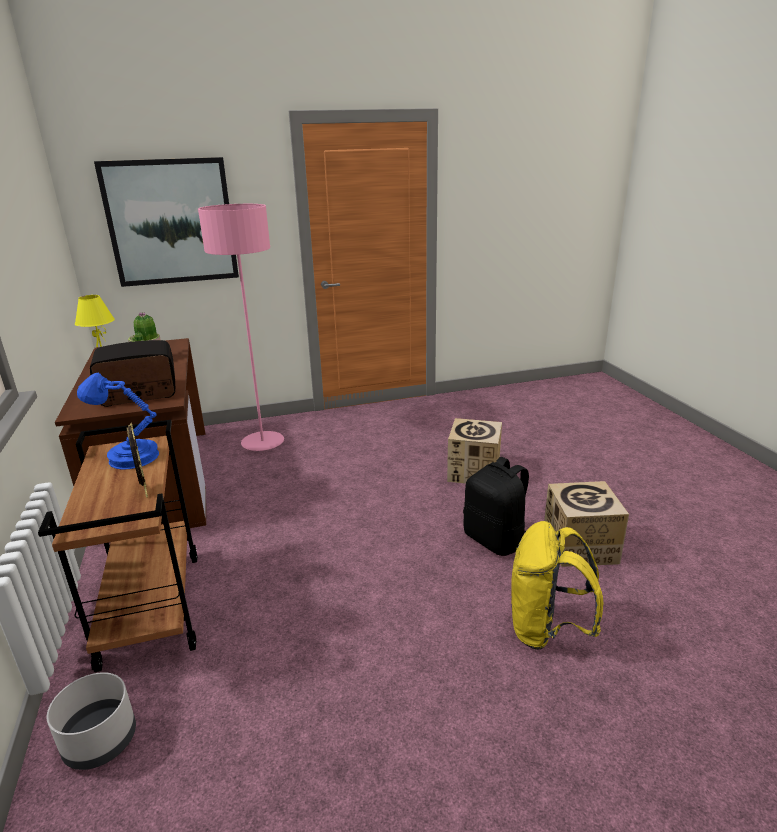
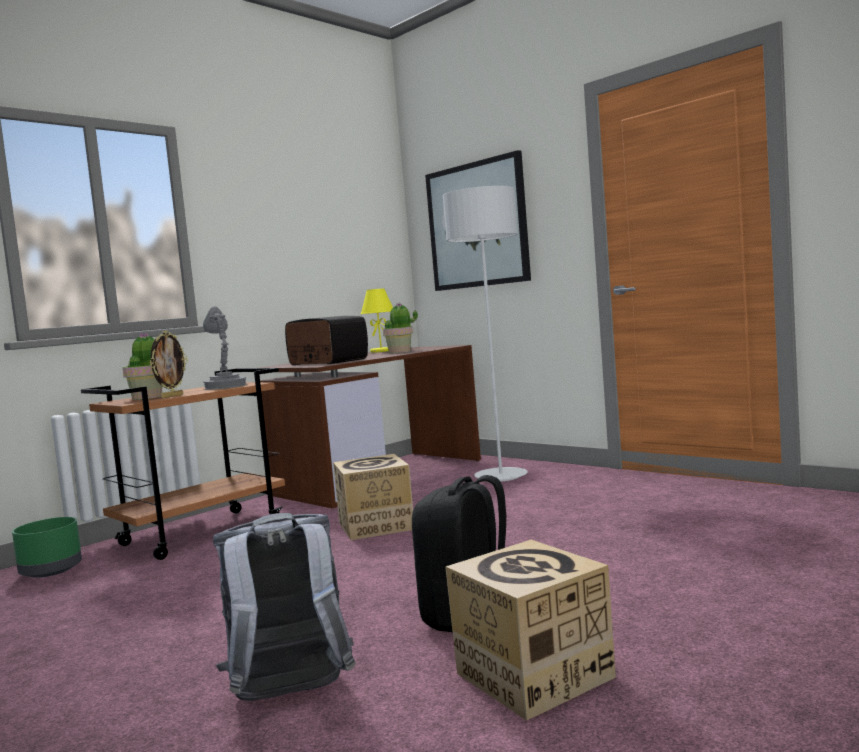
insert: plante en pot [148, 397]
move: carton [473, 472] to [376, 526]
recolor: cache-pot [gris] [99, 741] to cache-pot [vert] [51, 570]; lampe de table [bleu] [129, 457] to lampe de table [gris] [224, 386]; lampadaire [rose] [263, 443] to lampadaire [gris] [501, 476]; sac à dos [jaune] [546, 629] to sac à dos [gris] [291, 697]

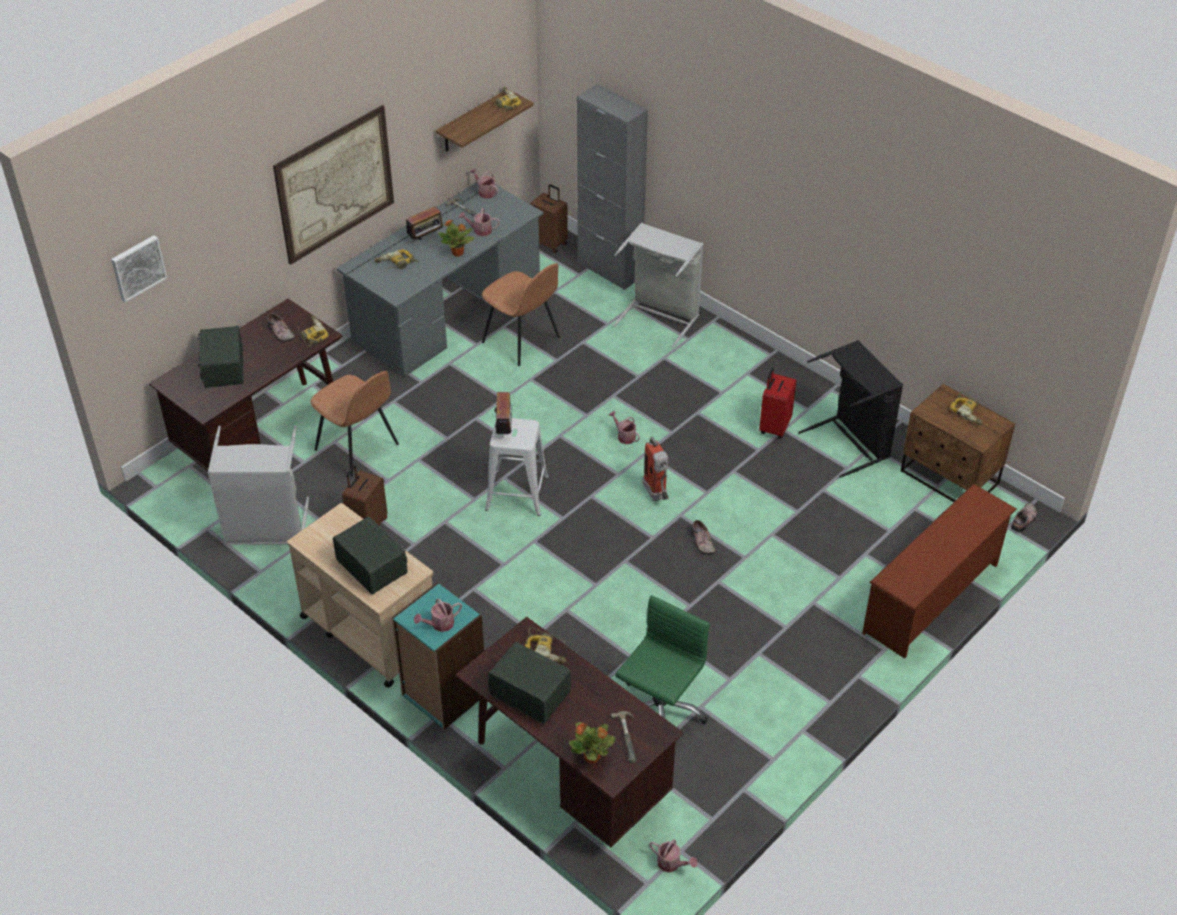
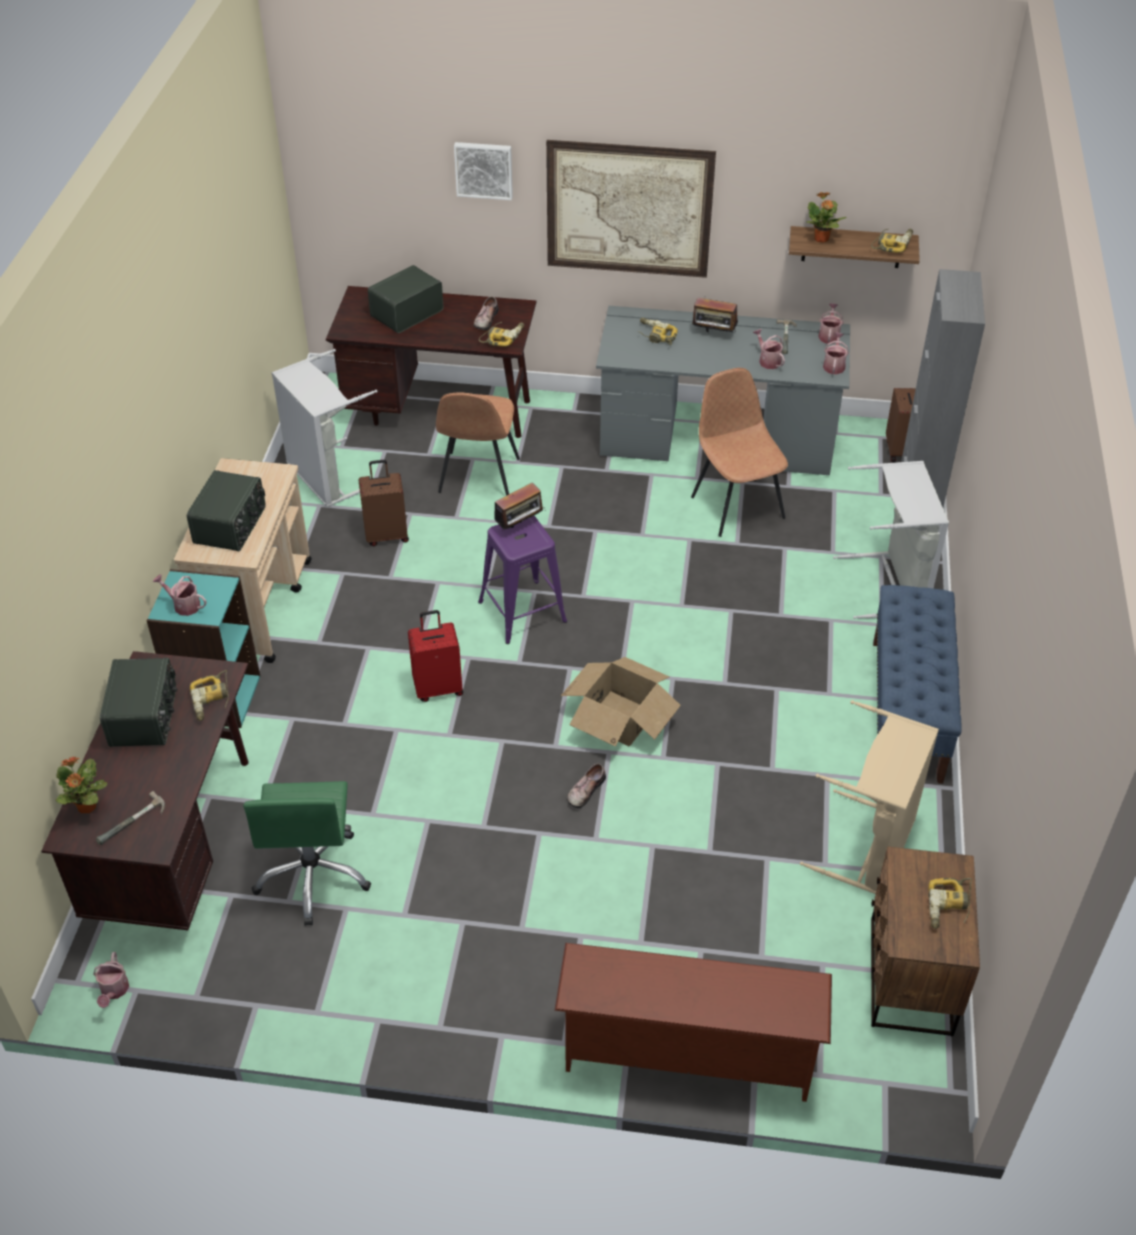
delete: chaussure [1024, 520]
insert: banc [bleu] [906, 710]
move: tableau [137, 267] to [484, 169]; plante en pot [458, 253] to [821, 239]; arrosoir [624, 436] to [834, 365]; valise [rouge] [774, 427] to [438, 687]
replace: extincteur [657, 495] to carton [619, 718]
recolor: tabouret [blanc] [517, 493] to tabouret [violet] [522, 611]; panier à linge [noir] [851, 442] to panier à linge [beige] [871, 848]
rotate: chaise [marron] [522, 341] = [736, 506] 150 degrees clockwise; chaise de bureau [vert] [659, 711] = [313, 875] 90 degrees clockwise

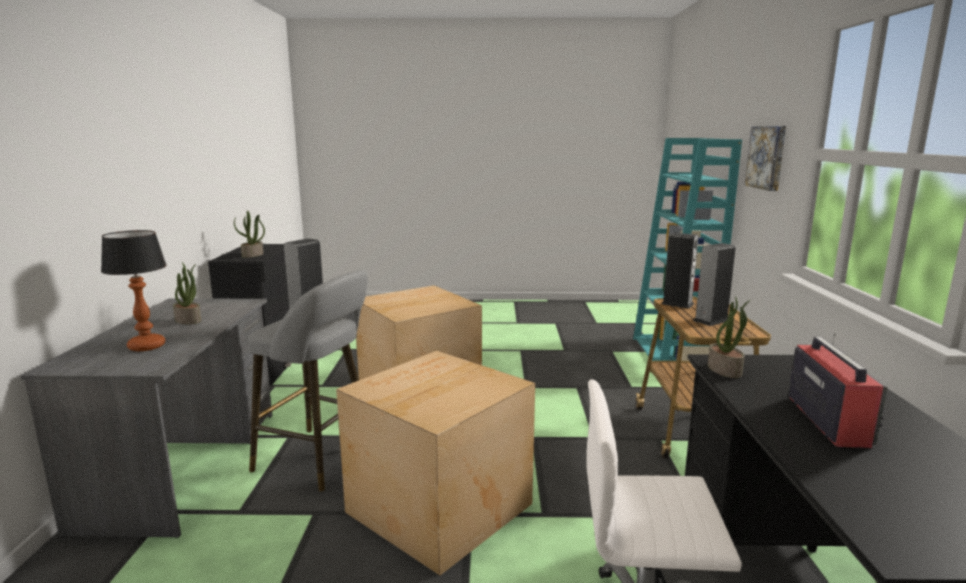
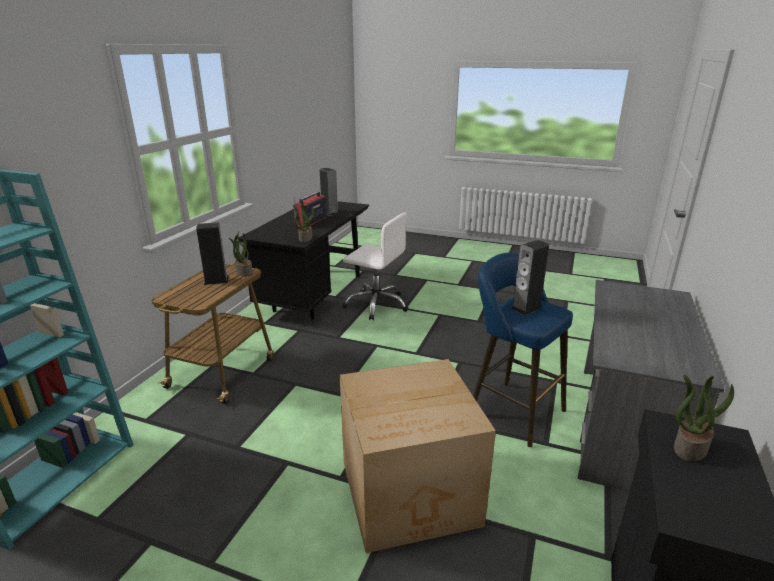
delete: lampe de table [146, 346]; carton [436, 508]; tableau [767, 157]
move: plante en pot [189, 320] to [244, 272]; enceinte [677, 304] to [330, 212]
recolor: tabouret [gris] [321, 459] to tabouret [bleu] [511, 410]

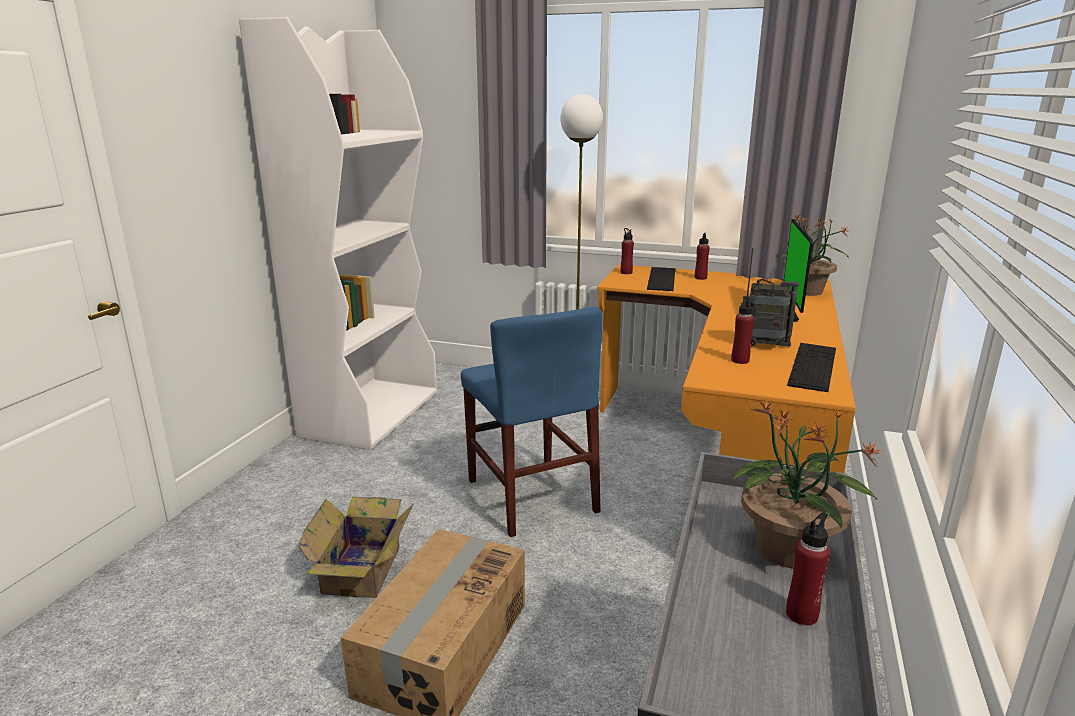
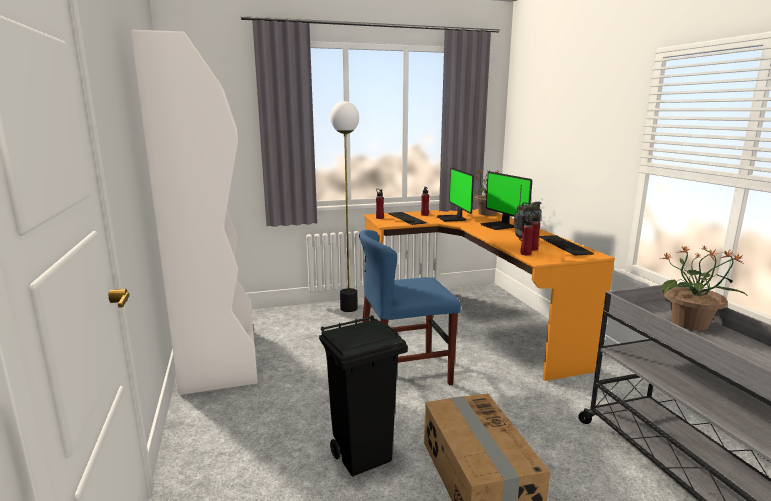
insert: écran d'ordinateur [452, 218]
move: bouteille [rouge] [802, 614] to [525, 254]
replace: carton [364, 567] to poubelle [noir] [363, 456]
rotate: chaise [bleu] [531, 495] = [404, 373] 135 degrees clockwise

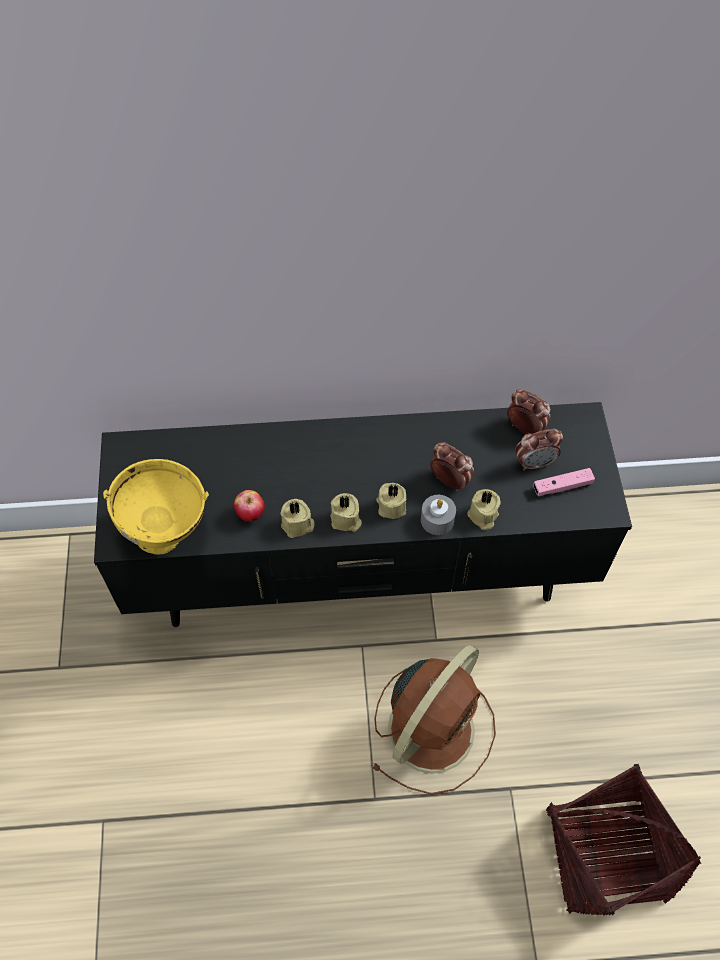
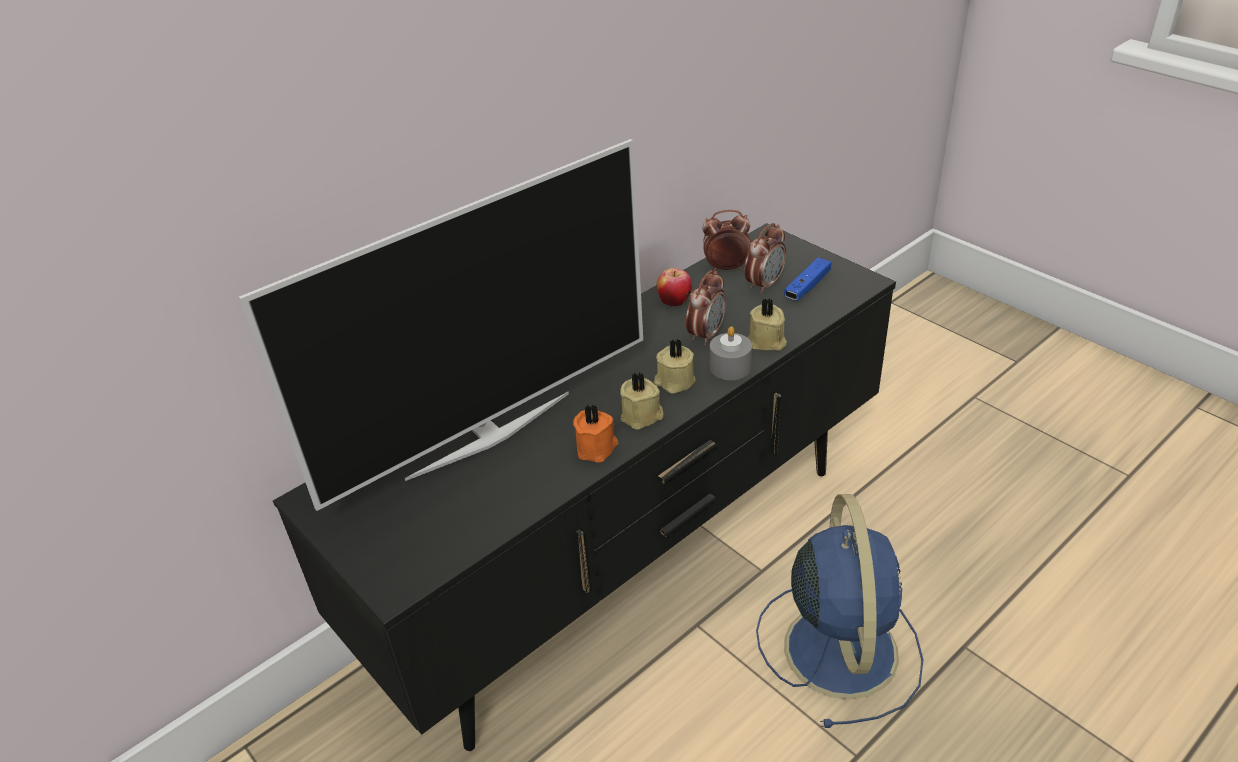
delete: bol [jaune] [169, 534]; panier [605, 854]
insert: téléviseur [488, 433]
move: pomme [251, 514] to [674, 302]
recolor: bougie [beige] [298, 525] to bougie [orange] [597, 448]; ventilateur [marron] [433, 726] to ventilateur [bleu] [839, 646]; manette [rose] [562, 486] to manette [bleu] [807, 287]
rotate: réveil [449, 480] = [706, 334] 120 degrees clockwise

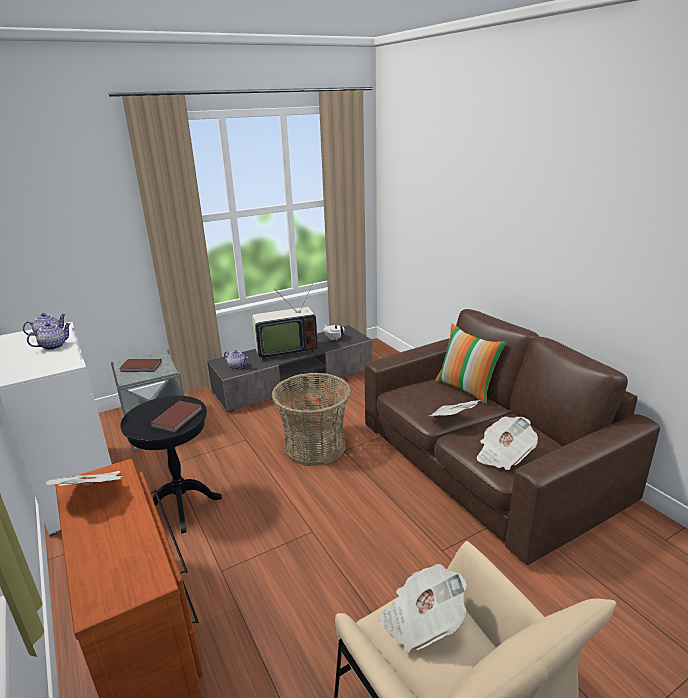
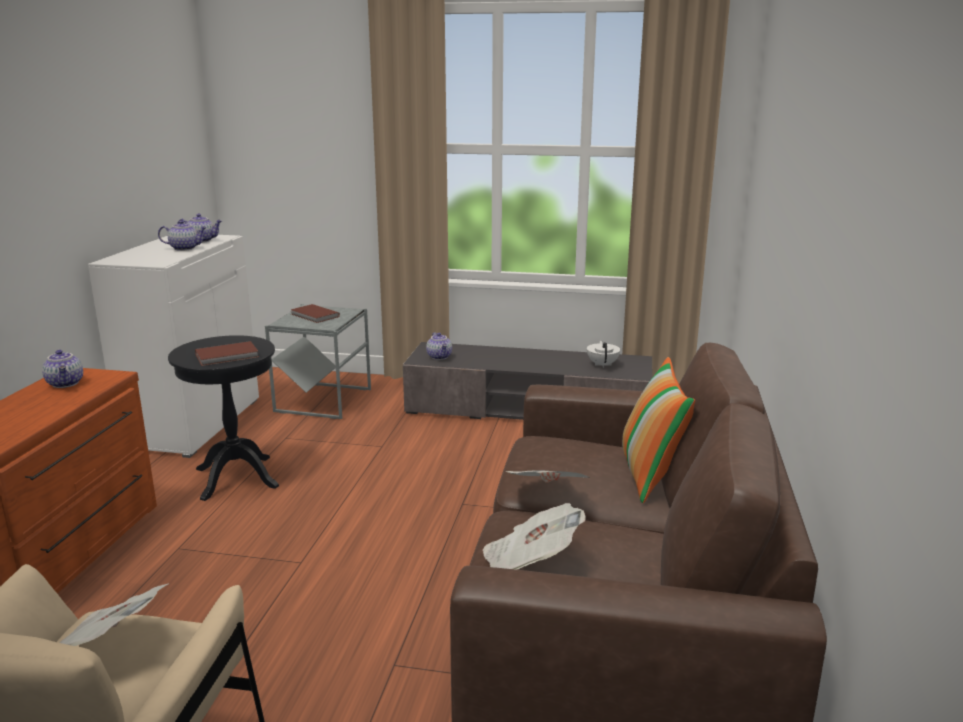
delete: téléviseur [284, 350]; panier [314, 447]
replace: journal [93, 493] to théière [66, 383]

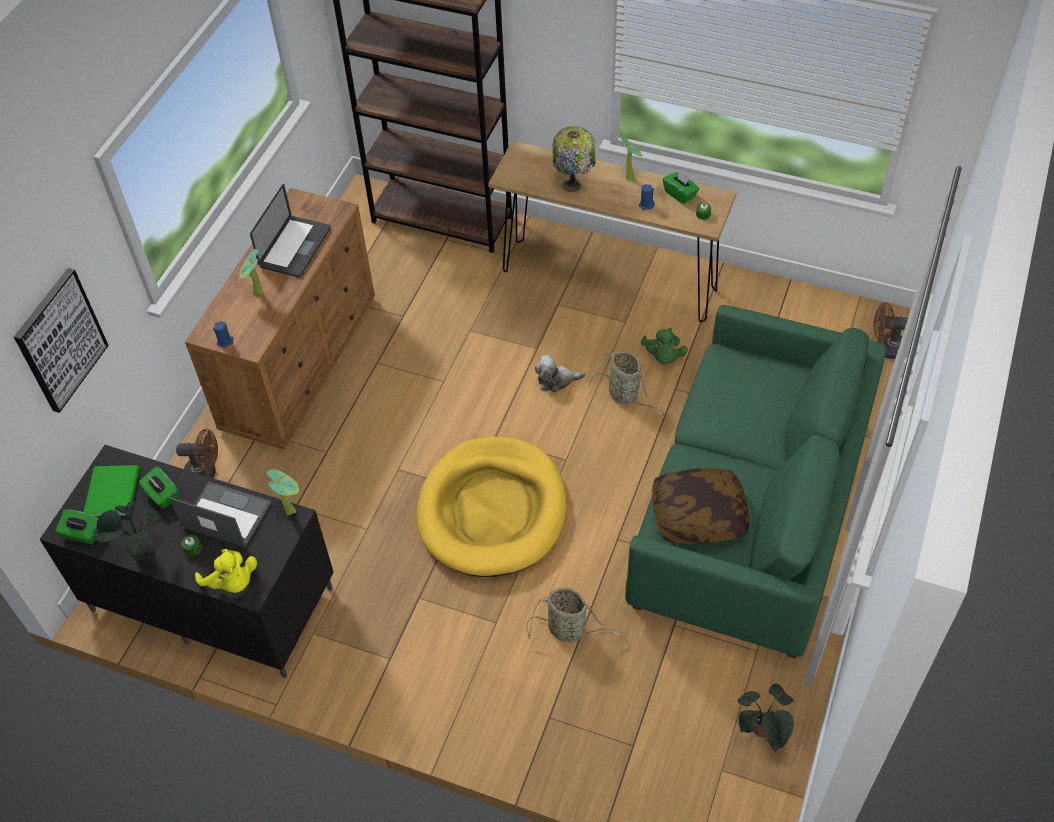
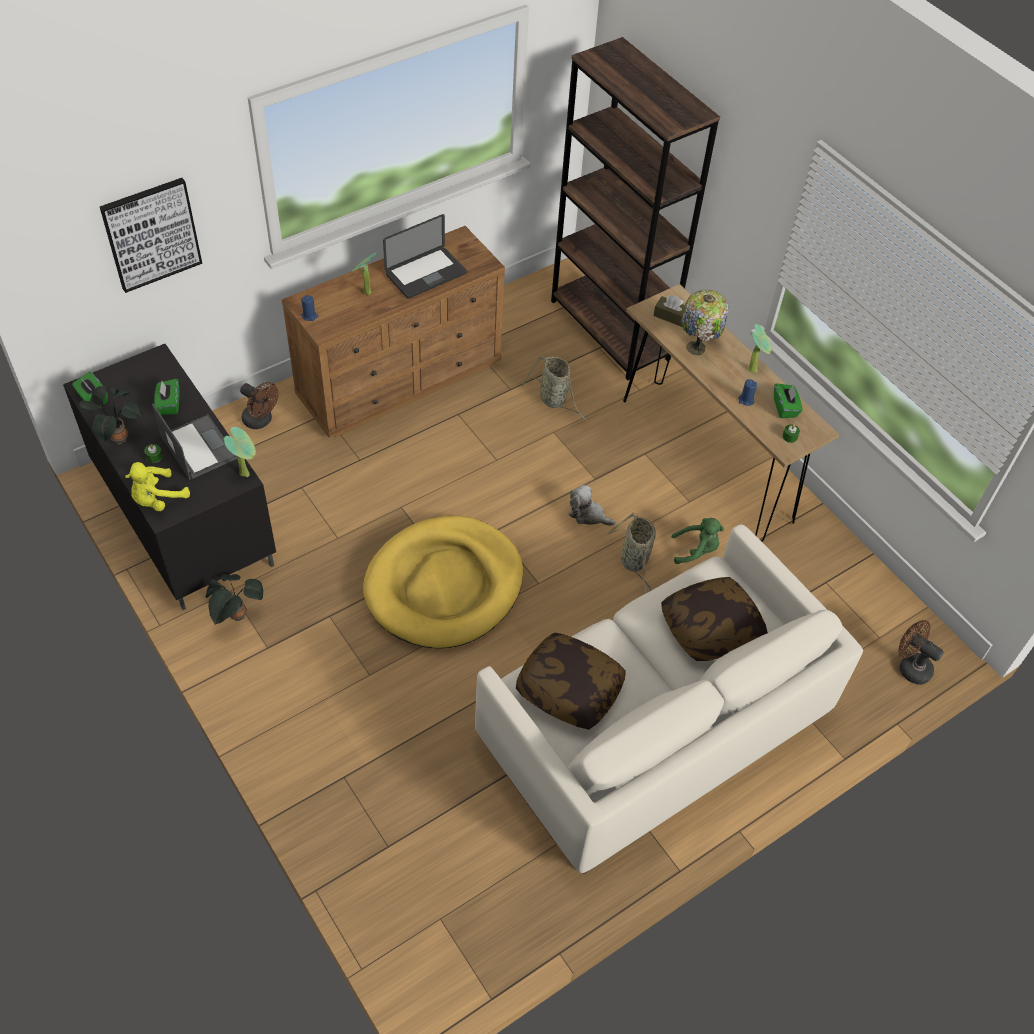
delete: livre [vert] [114, 490]
insert: boîte à mouchoirs [marron] [670, 316]; coussin [710, 628]
move: panier [569, 630] to [554, 400]; plante en pot [762, 732] to [237, 616]
recolor: canapé [vert] [750, 514] to canapé [blanc] [653, 728]
rotate: peluche [jaune] [232, 582] = [157, 499] 60 degrees clockwise; peluche [vert] [663, 357] = [696, 550] 120 degrees counterclockwise

